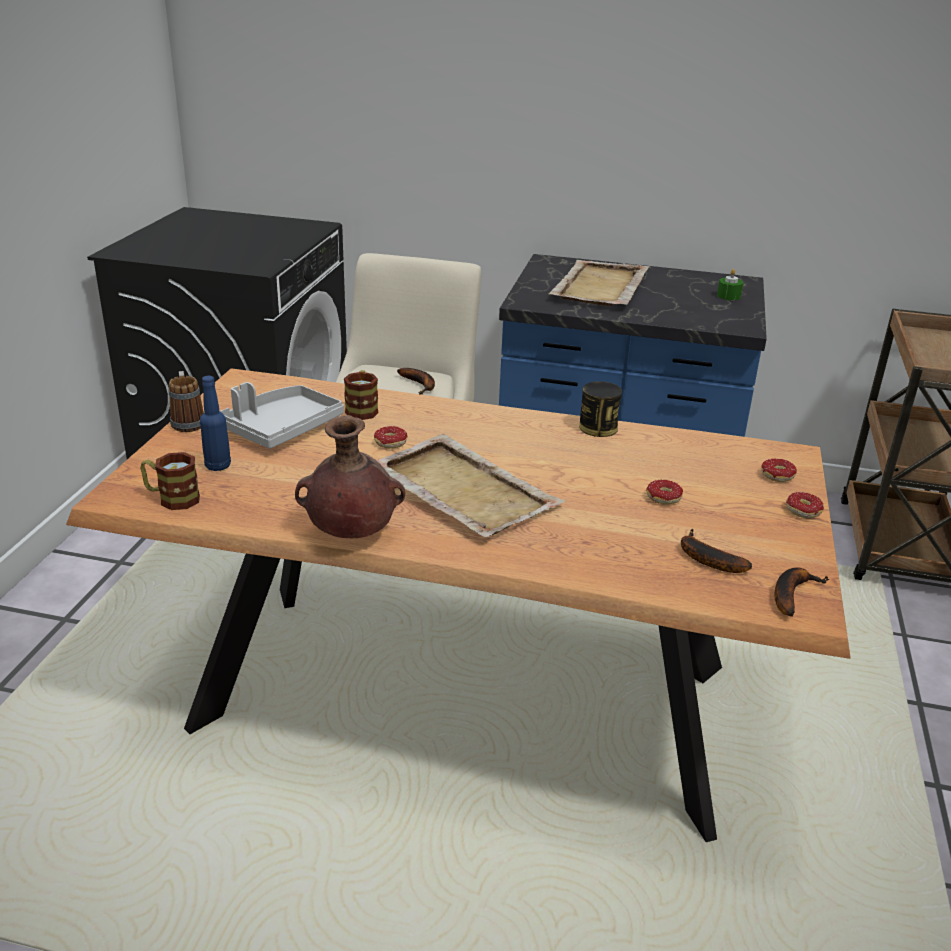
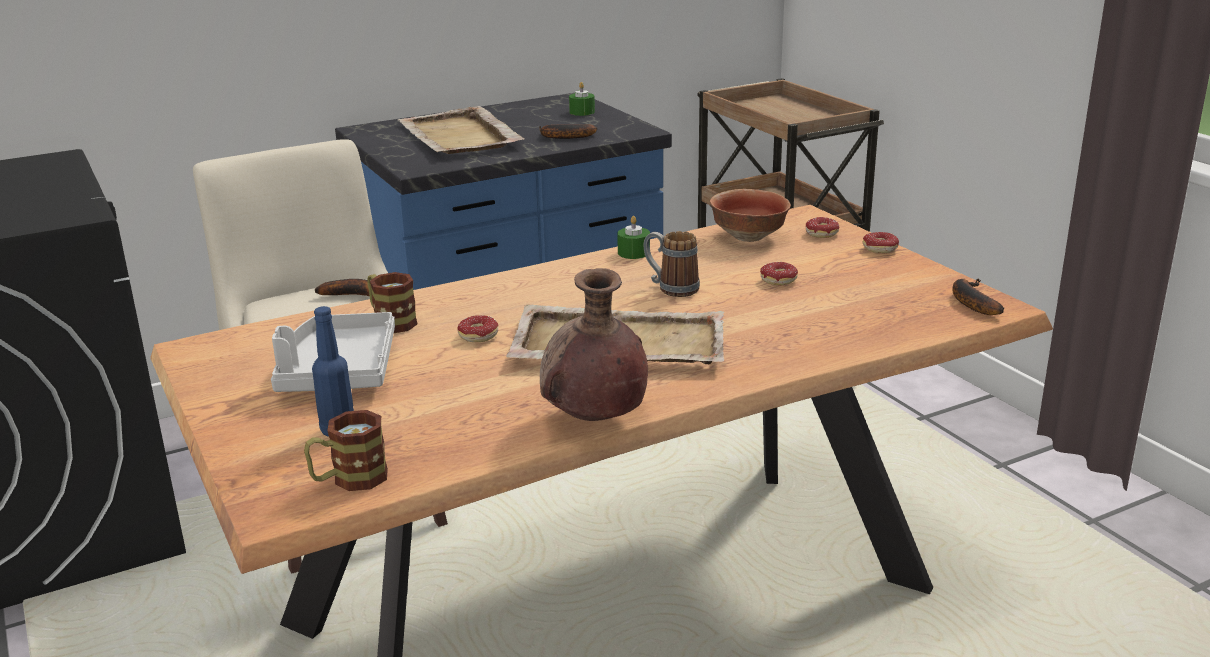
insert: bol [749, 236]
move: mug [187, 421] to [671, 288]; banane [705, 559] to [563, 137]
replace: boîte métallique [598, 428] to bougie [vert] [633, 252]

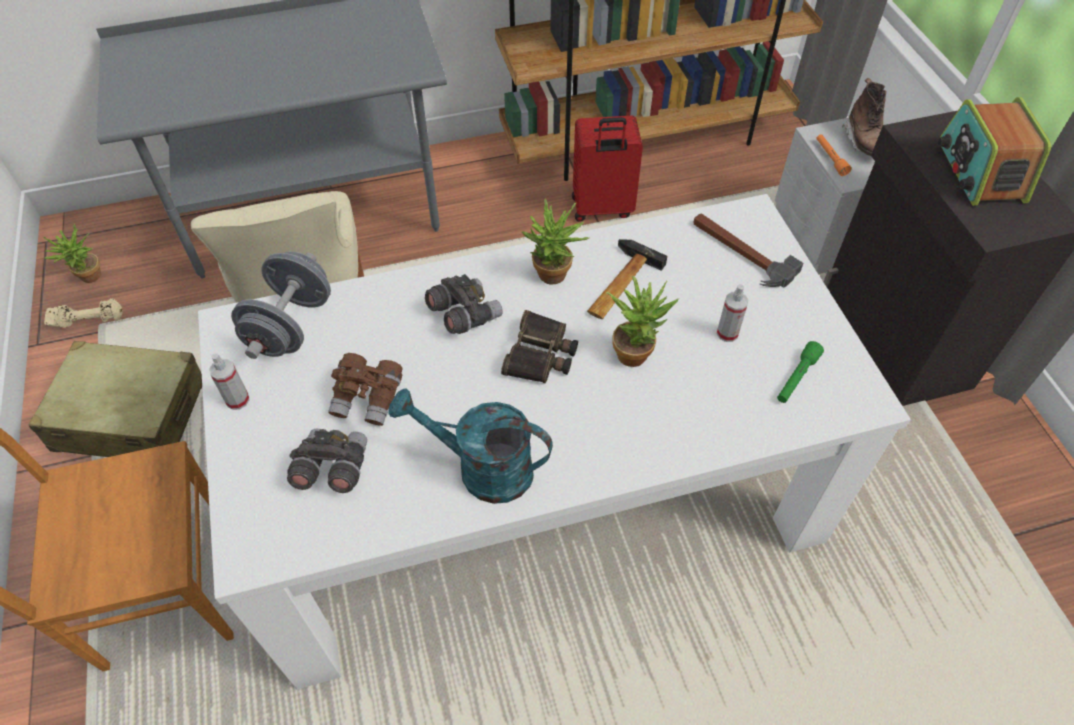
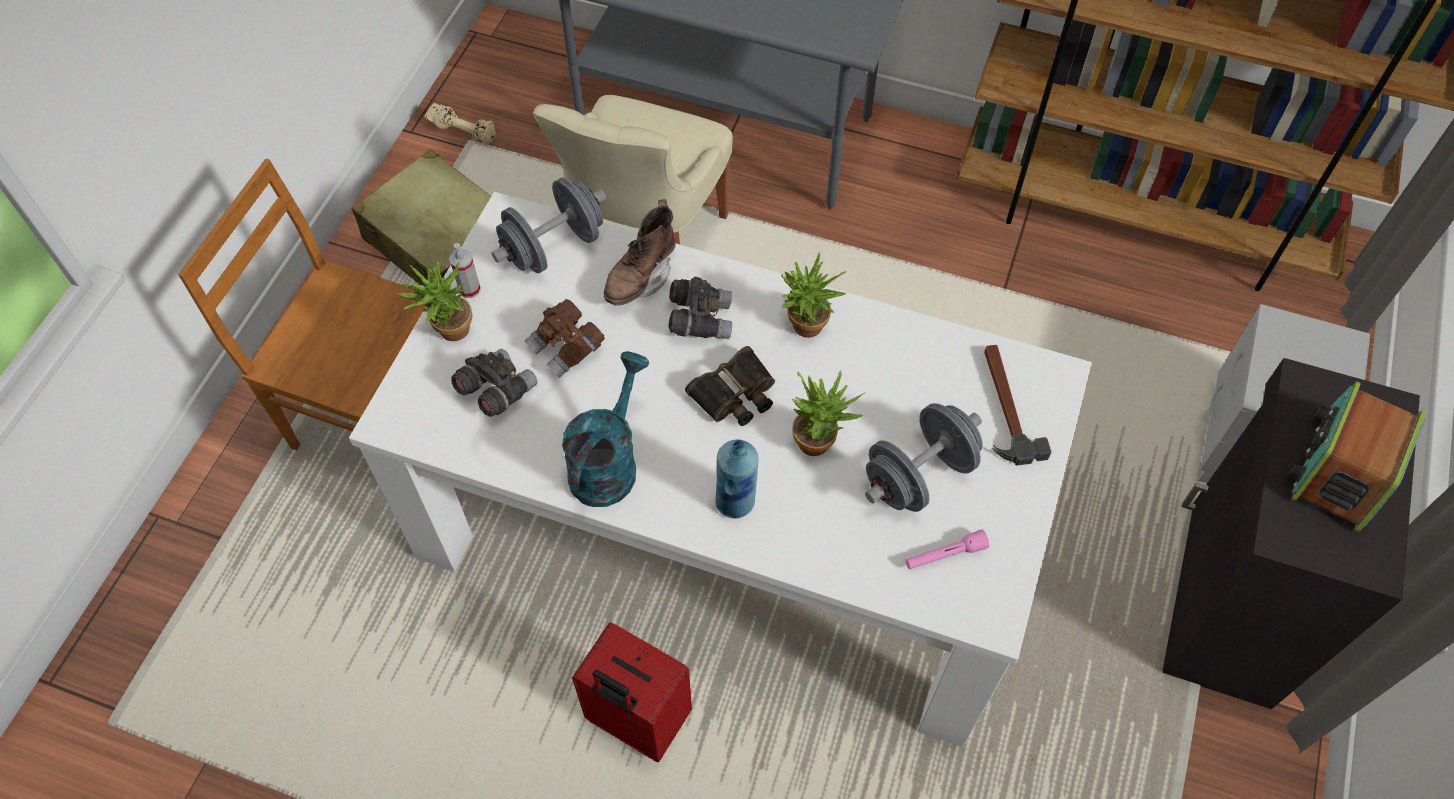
delete: marteau [618, 285]; lampe de poche [orange] [830, 158]
insert: bouteille [bleu] [736, 502]
move: plante en pot [88, 279] to [449, 332]; valise [rouge] [602, 208] to [636, 721]; botte [marron] [863, 142] to [641, 277]
replace: vaporisateur [727, 333] to haltère [gris] [919, 475]
recolor: lampe de poche [vert] [796, 378] to lampe de poche [rose] [944, 555]
rotate: arrosoir [turquoise] [482, 469] = [608, 462] 60 degrees clockwise

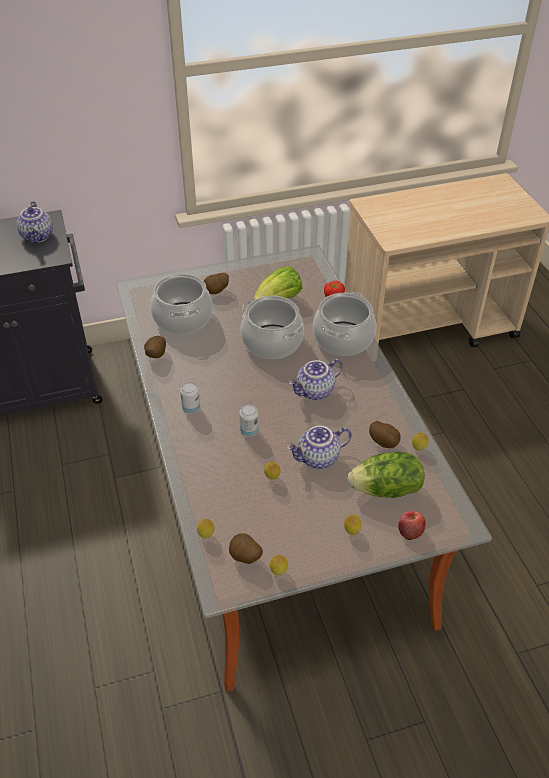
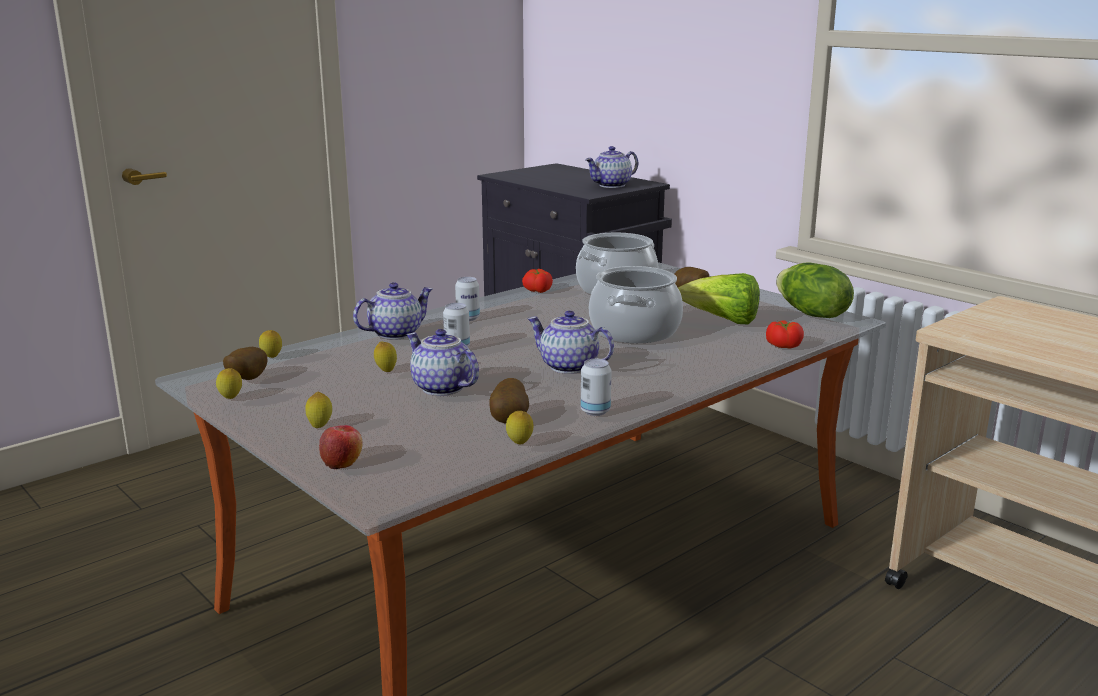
delete: marmite [343, 339]
insert: théière [395, 333]; boîte métallique [595, 411]
move: laitue [386, 490] to [811, 314]
replace: pomme de terre [155, 356] to tomate [537, 291]

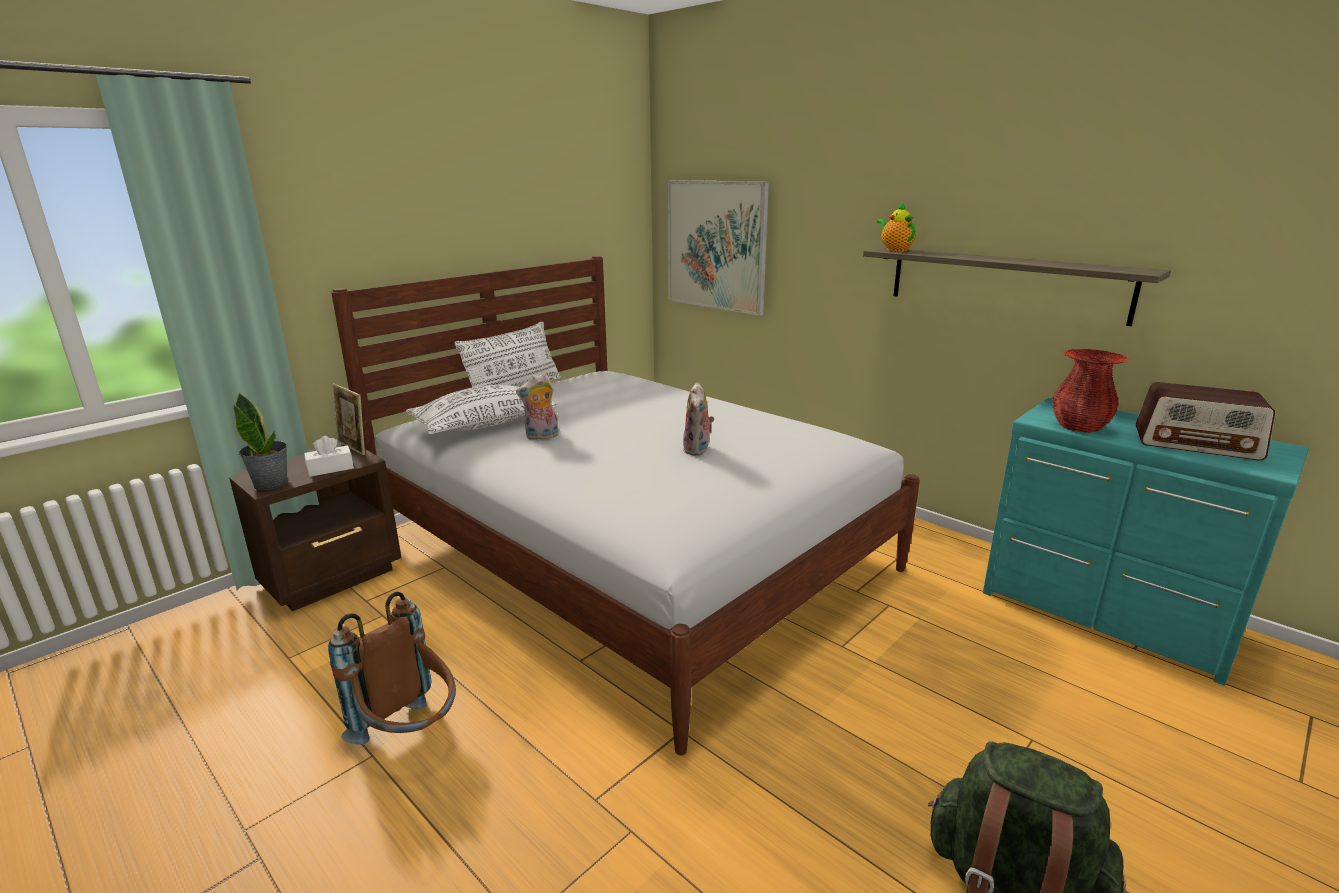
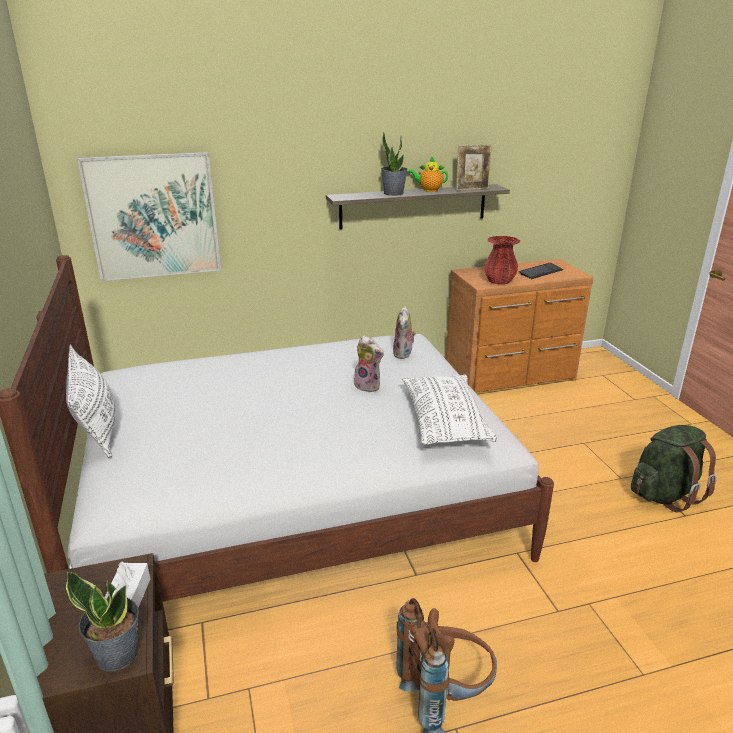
insert: plante en pot [393, 193]
move: cadre photo [353, 448] to [472, 189]; coussin [blanc] [484, 424] to [445, 421]; peluche [541, 437] to [404, 354]; théière [895, 250] to [428, 190]
replace: radio [1196, 444] to clavier [540, 272]
recolor: commode [turquoise] [1106, 615] to commode [marron] [512, 376]

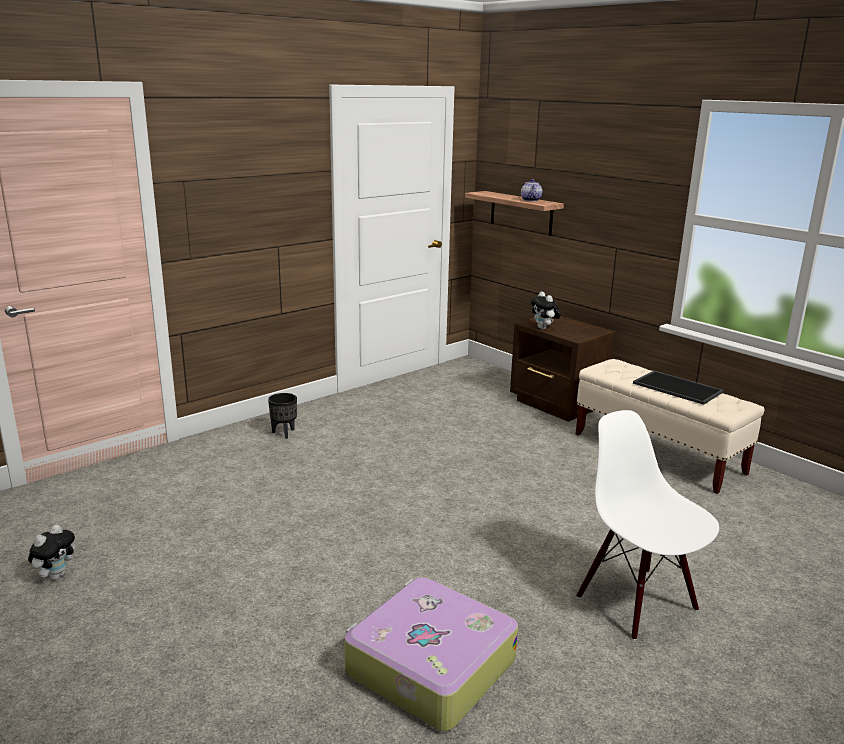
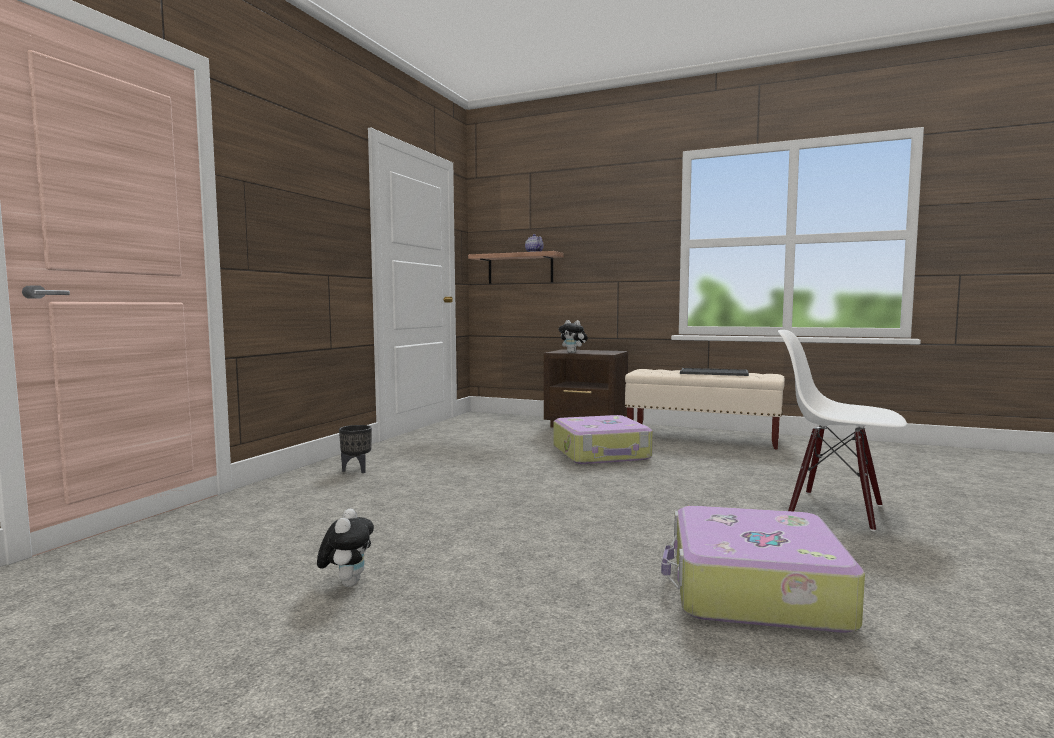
insert: valise [601, 453]
move: peluche [56, 575] to [347, 583]

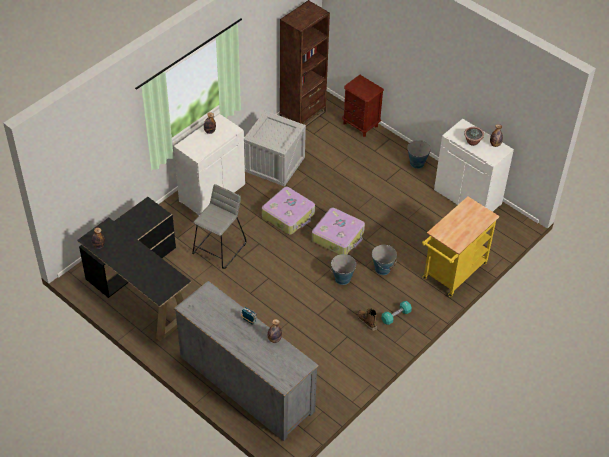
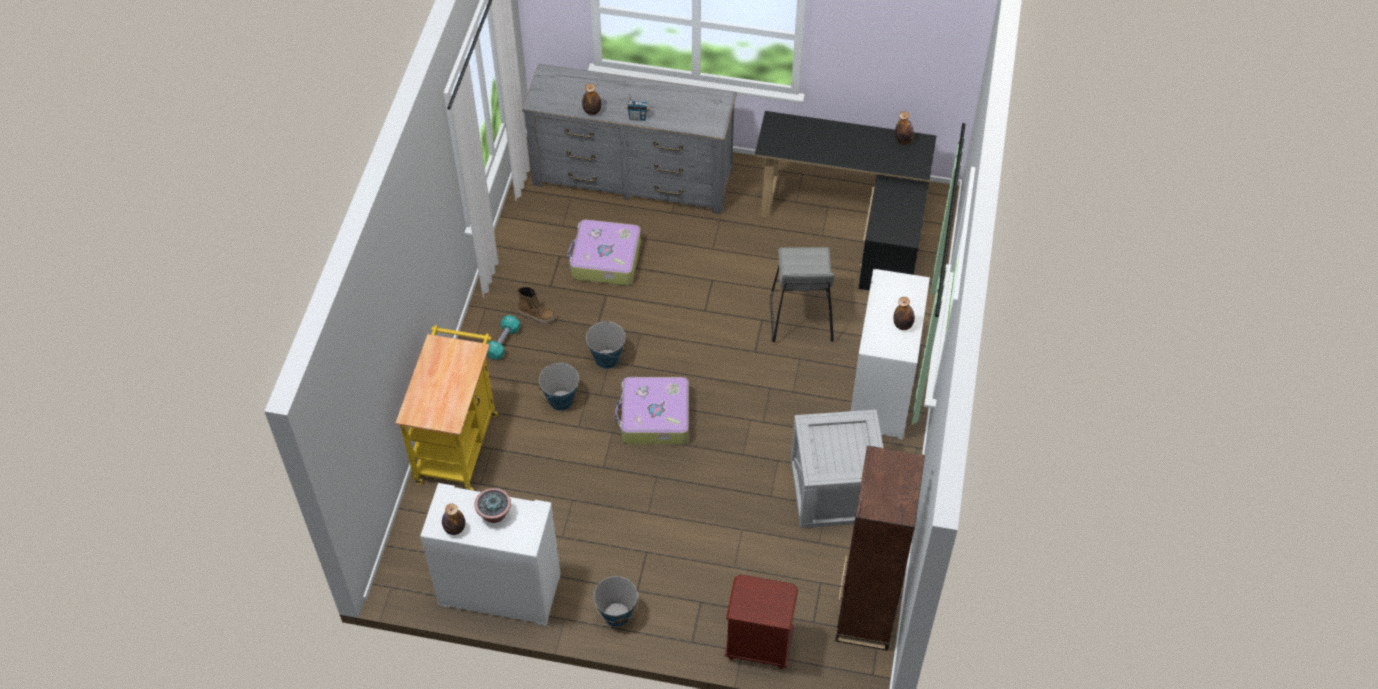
move: valise [289, 215] to [605, 260]

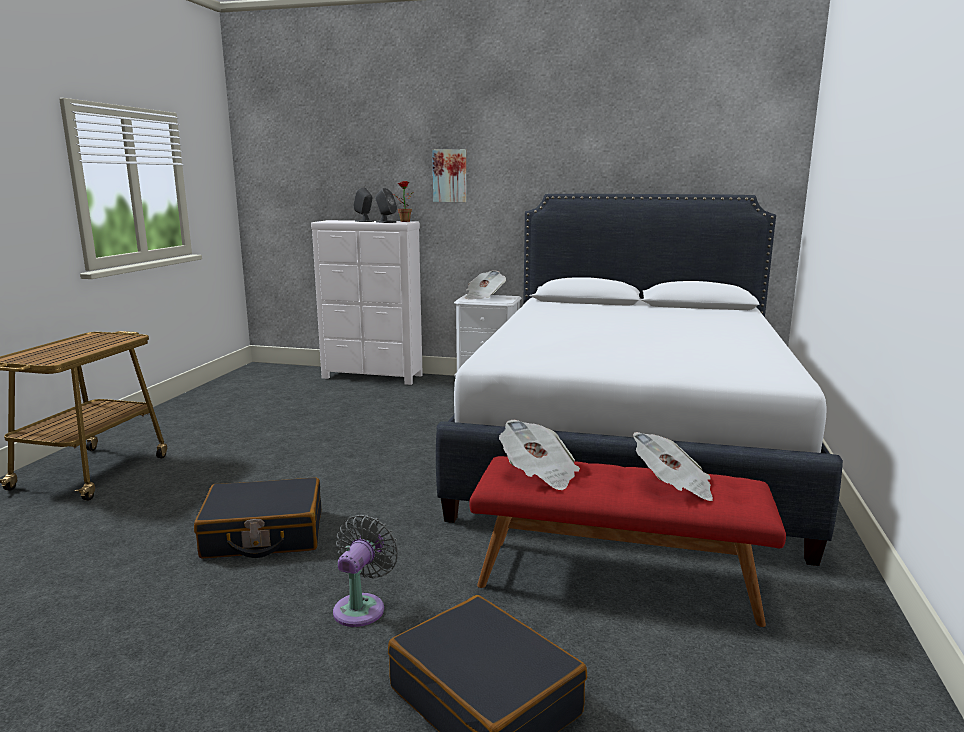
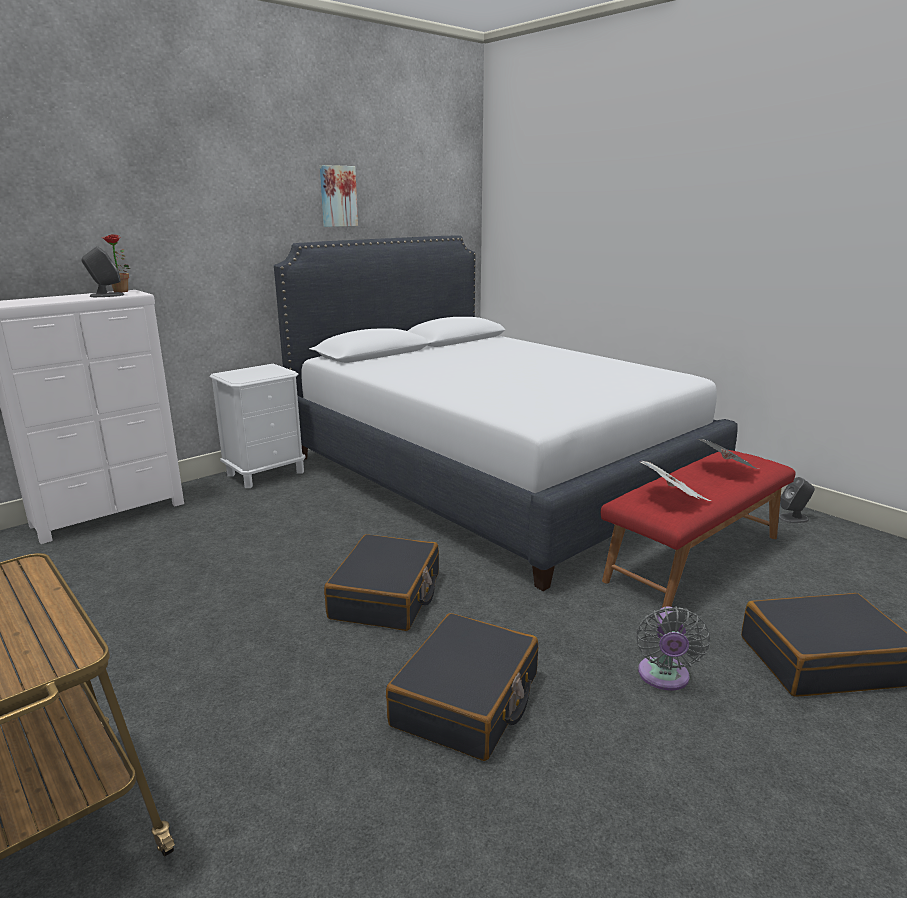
delete: journal [483, 297]
insert: valise [noir] [386, 596]
move: enceinte [gris] [364, 221] to [793, 518]; tableau [450, 176] to [337, 196]
rotate: ventilateur [gris] [362, 607] = [664, 678] 135 degrees counterclockwise

